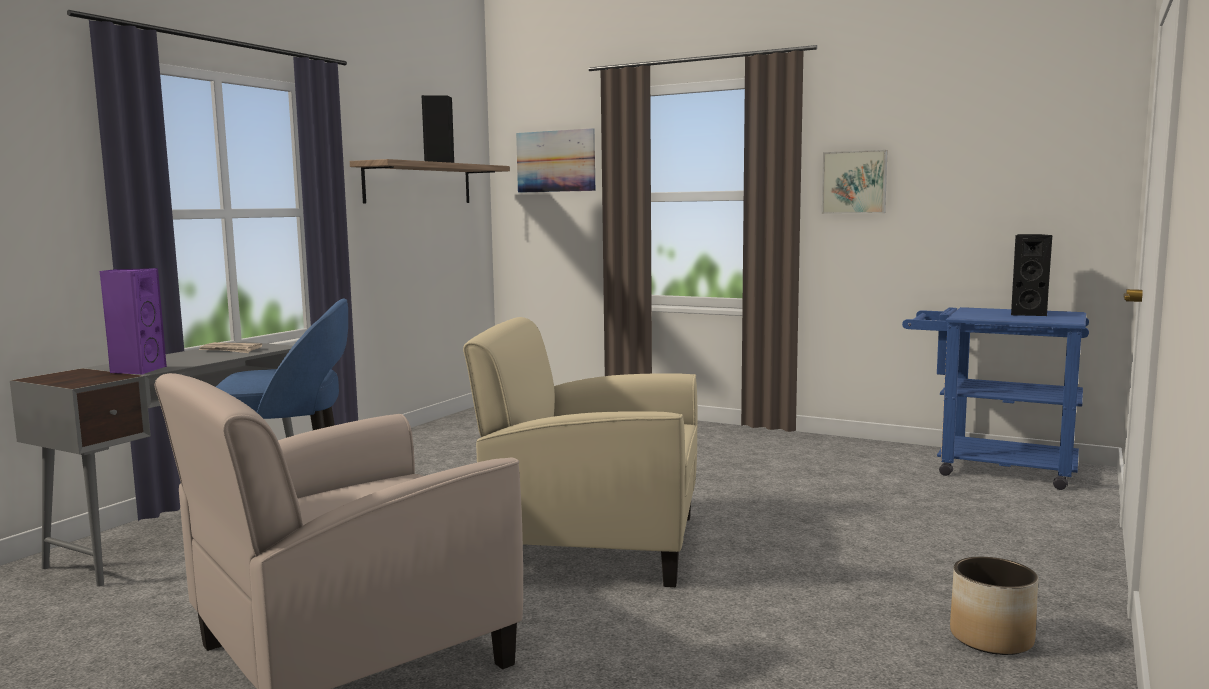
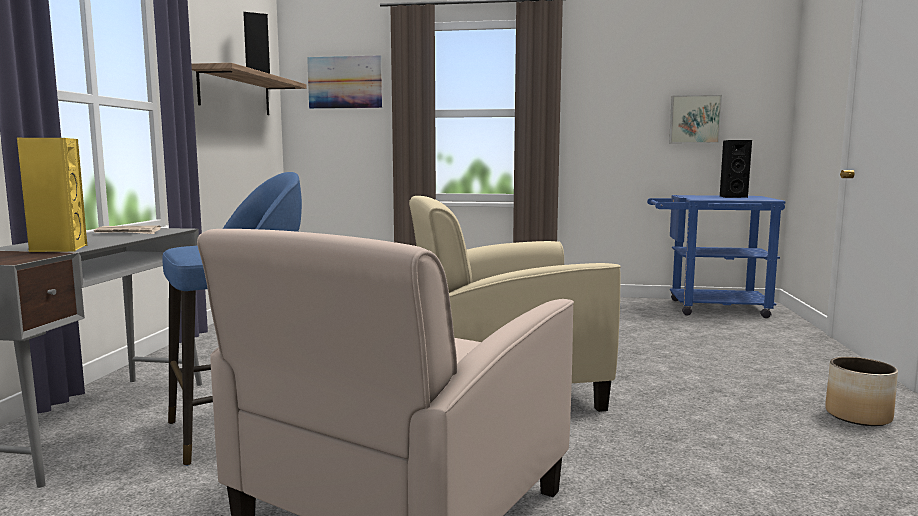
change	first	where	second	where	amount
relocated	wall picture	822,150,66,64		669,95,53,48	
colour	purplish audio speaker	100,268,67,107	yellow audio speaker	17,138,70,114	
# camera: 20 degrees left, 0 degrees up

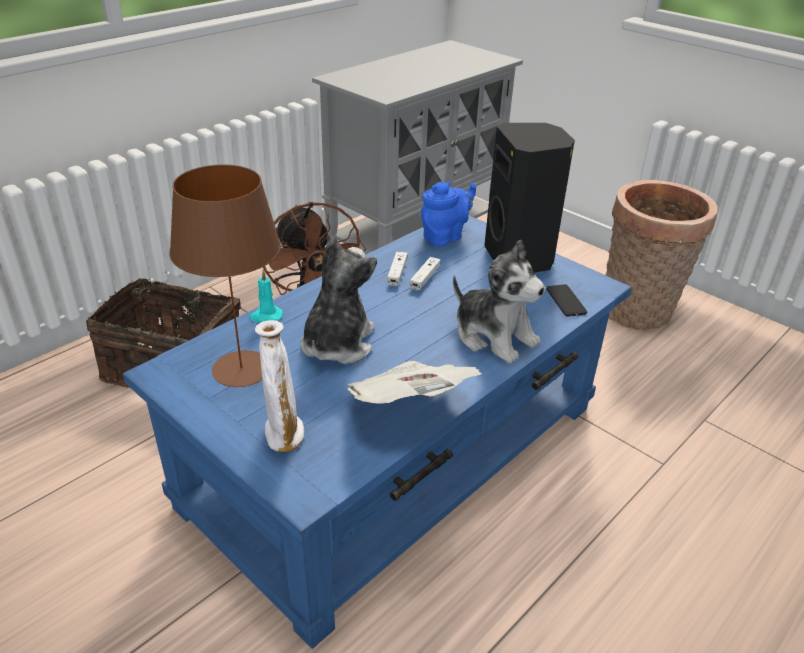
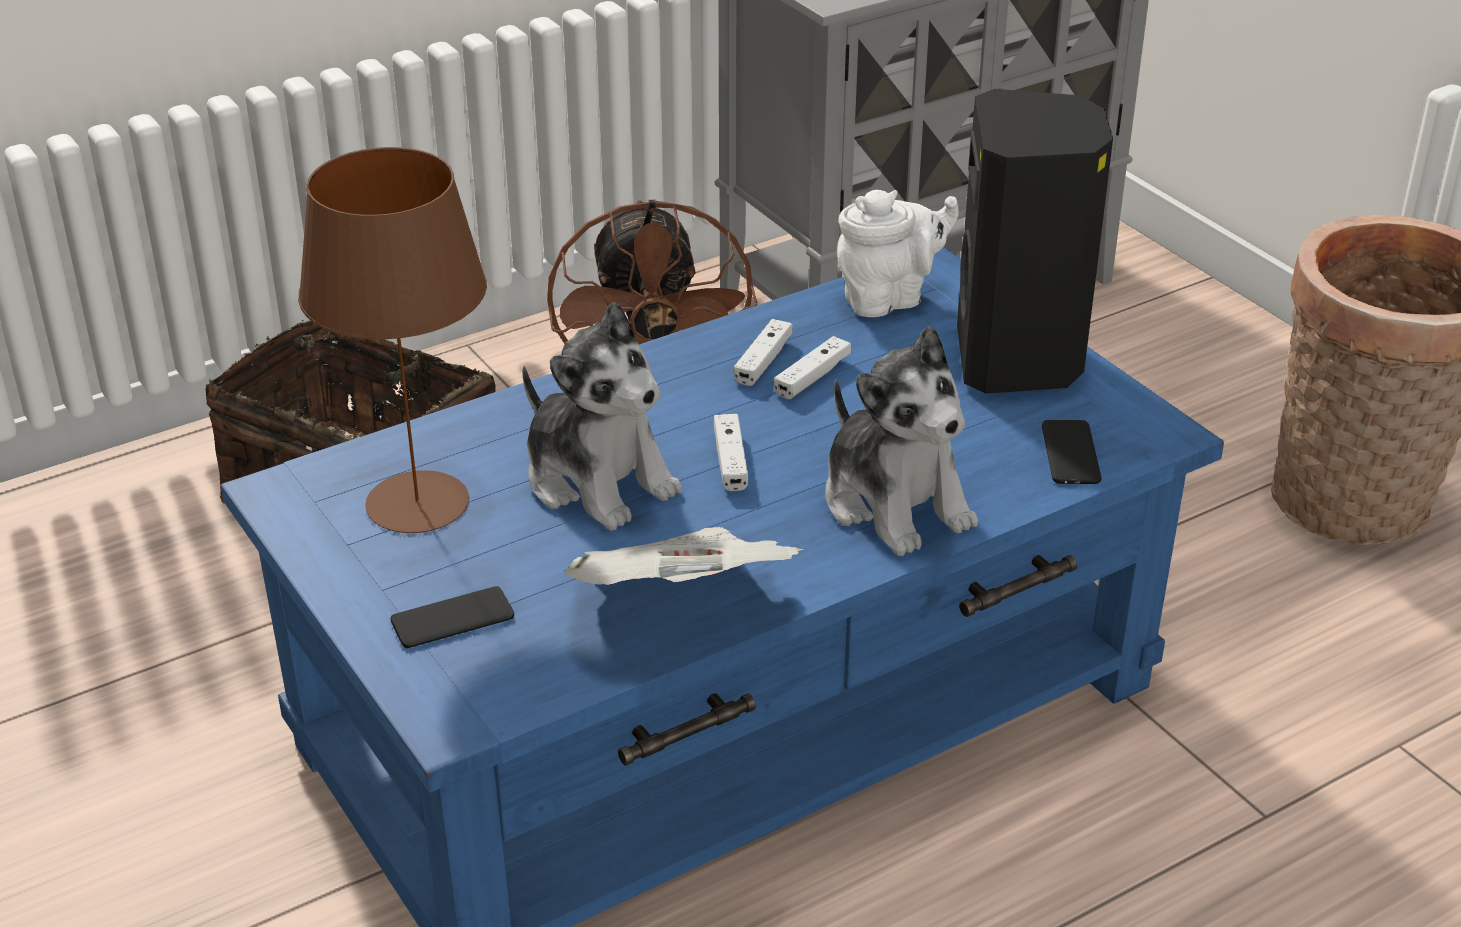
change	first	where	second	where	amount
colour	blue teapot	421,181,55,66	white teapot	837,190,122,127	
spun	soft toy	300,236,77,128		522,301,160,230	105 degrees clockwise
missing	turquoise-coloured wax light	249,270,34,53			
exchanged	white flower vase	255,320,49,132	phone	391,586,123,62	
appeared			white game controller	714,414,34,77	
# camera: 15 degrees right, 0 degrees up

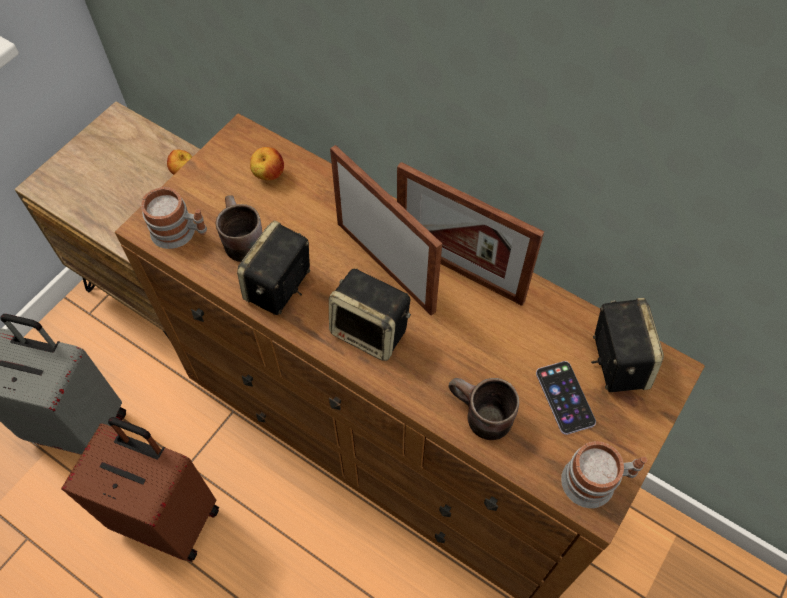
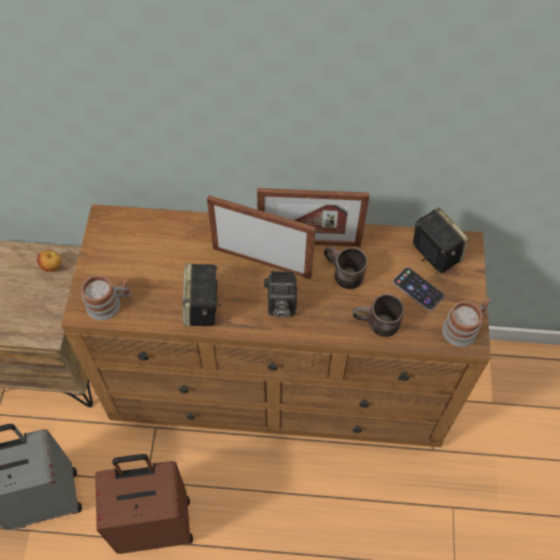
change	first	where	second	where	amount
missing	whole apple	250,147,34,34			
relocated	brownish mug	216,195,46,67		324,246,43,43	
exchanged	audio speaker	329,269,82,92	still camera	264,271,34,47	
# camera: 30 degrees left, 0 degrees up

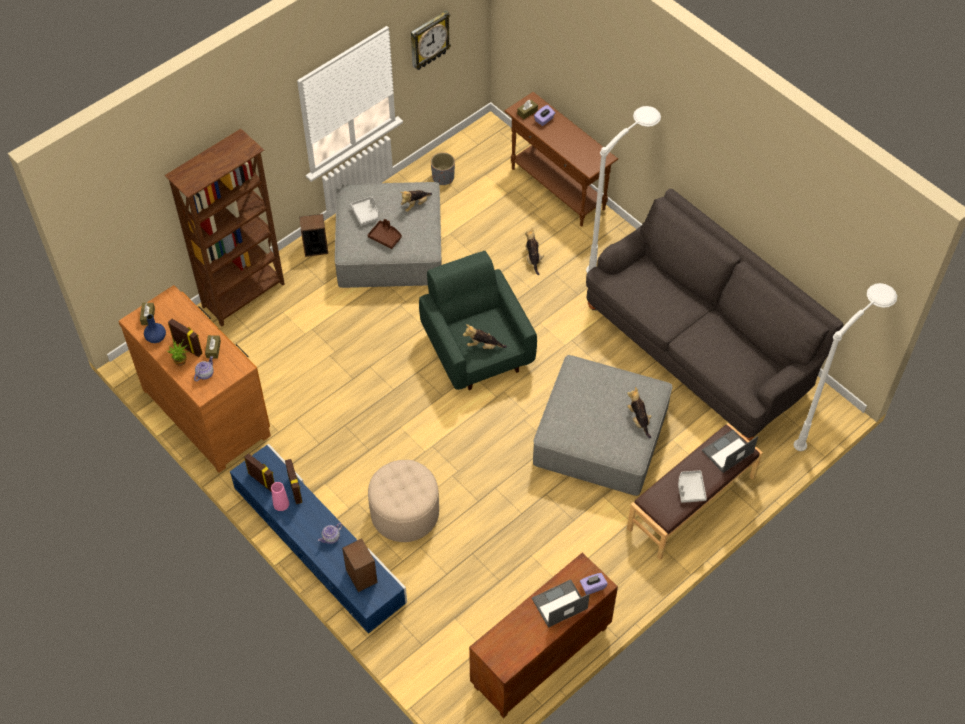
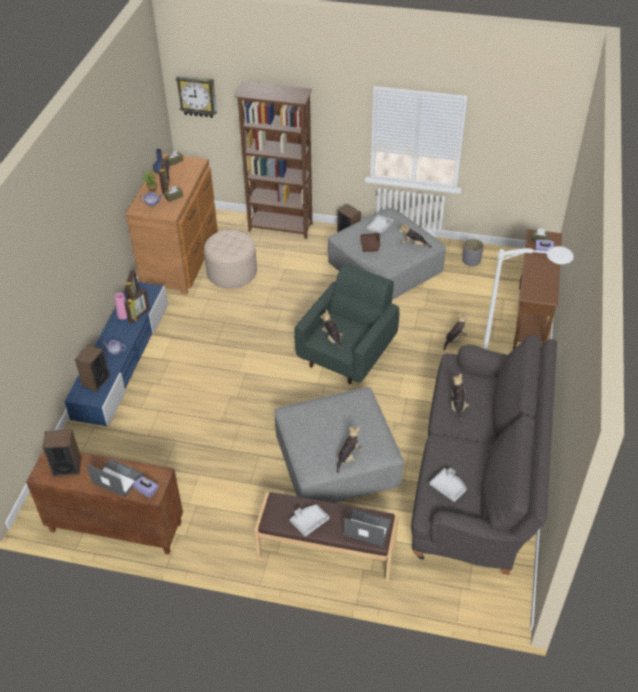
change	first	where	second	where	amount
relocated	clock on the wall	411,10,40,60		176,75,41,43	
missing	white floor lamp	794,283,103,168			
relocated	beige ottoman	368,460,71,82		204,230,53,58	
appeared			soft toy	451,373,18,50	
appeared			audio speaker	42,429,39,47	
appeared			gray carrying tray	429,468,38,34	
# camera: 55 degrees right, 10 degrees down

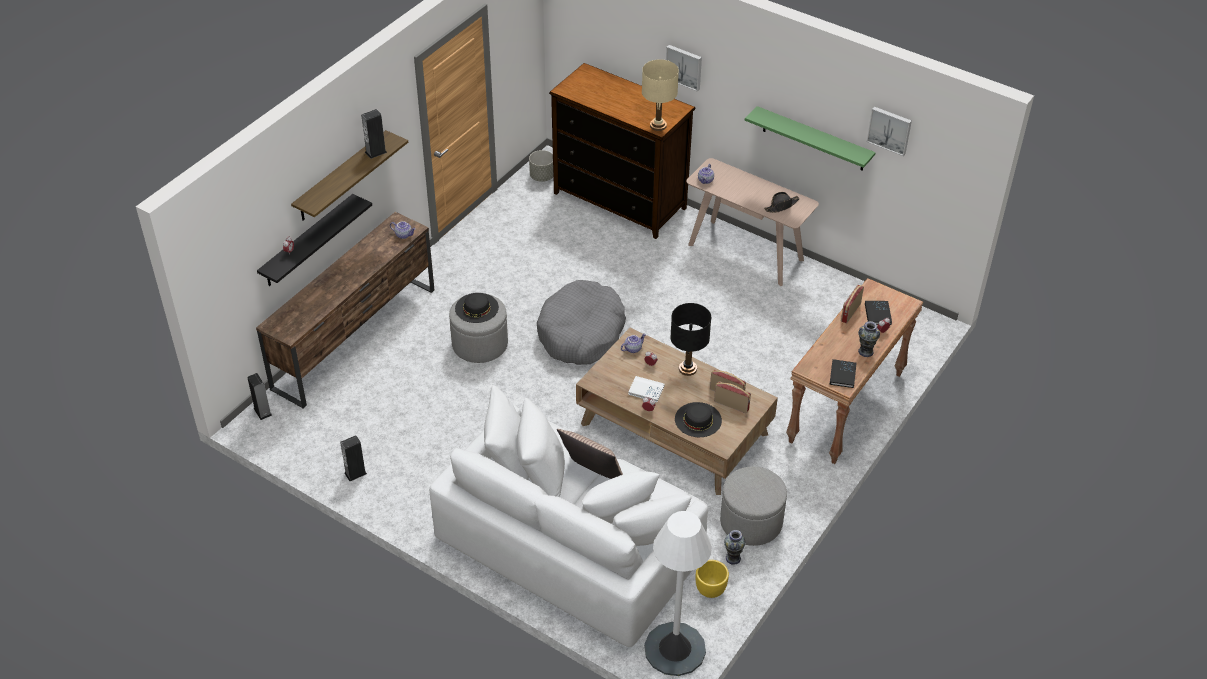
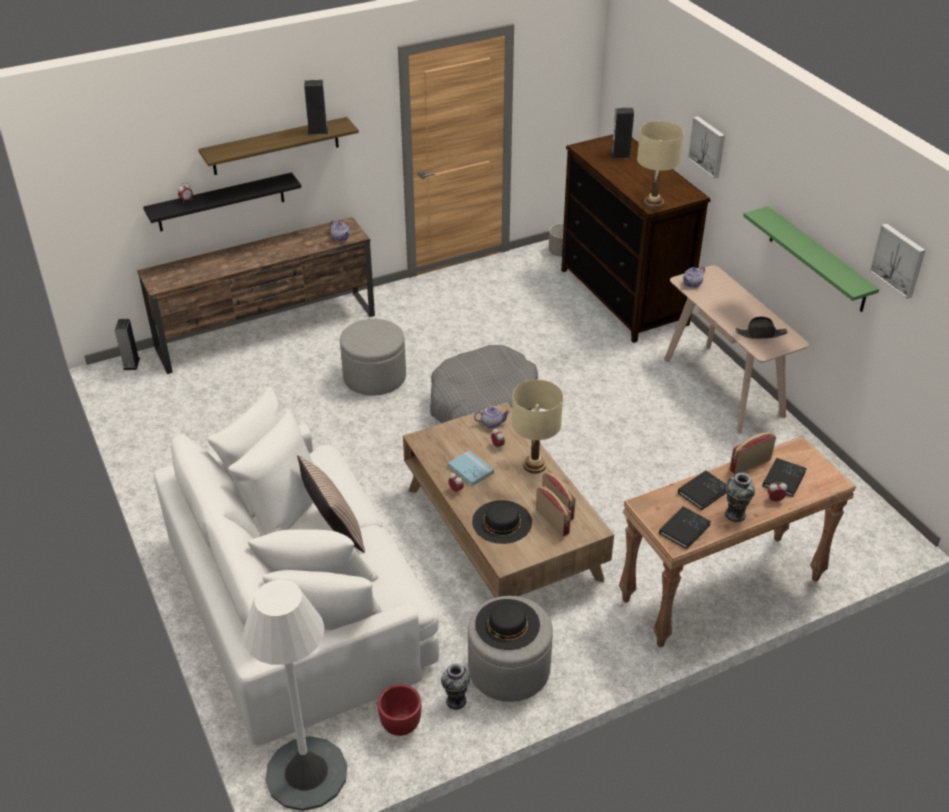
change	first	where	second	where	amount
relocated	black-coloured hat	455,293,44,30		475,599,65,51	
colour	black-coloured tabletop lamp	670,303,41,73	beige tabletop lamp	512,380,51,94	
colour	white book	628,376,37,26	blue book	448,450,46,36	
relocated	audio speaker	340,435,27,46		610,108,24,50	
colour	yellow flower pot	696,560,33,38	reddish flower pot	378,684,43,52	
appeared			black-coloured book	678,471,49,39	
# camera: 30 degrees right, 5 degrees down

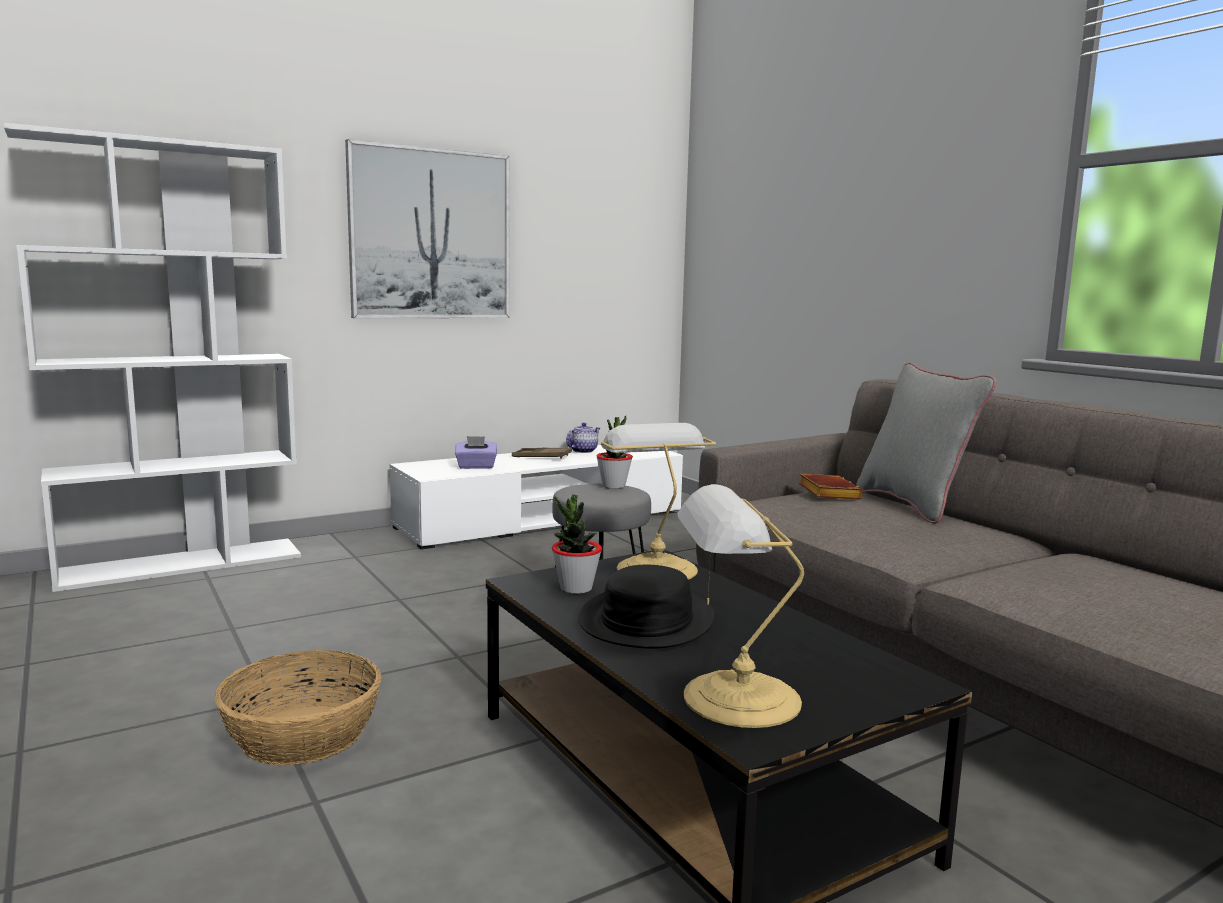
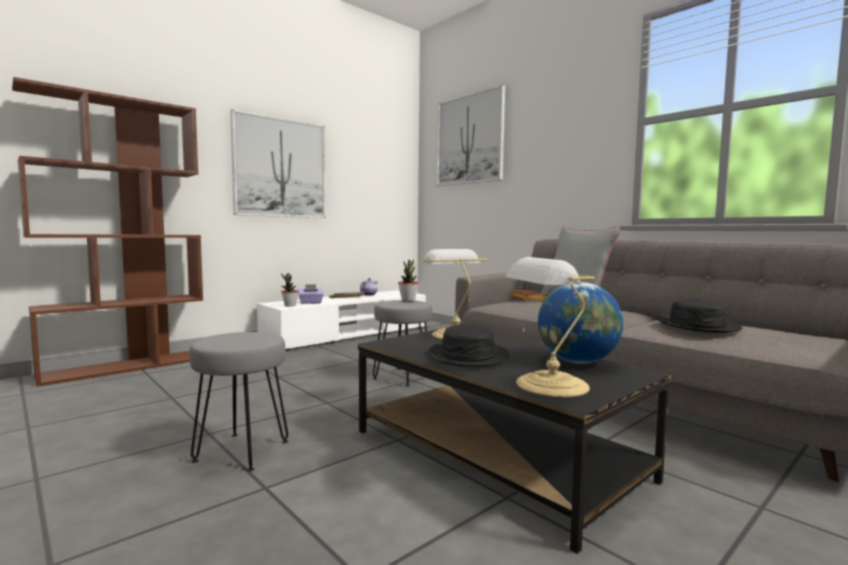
change	first	where	second	where	amount
colour	white bookcase	4,123,297,469	brownish bookcase	12,77,191,310	
relocated	potted plant	552,494,50,100		281,273,18,34	
exchanged	household basket	215,650,166,115	gray sitting stool	189,332,99,139	
appeared			wall picture	437,84,68,102	
appeared			globe	538,282,85,82	
appeared			black-coloured hat	656,300,87,33	
# camera: 10 degrees left, 5 degrees down

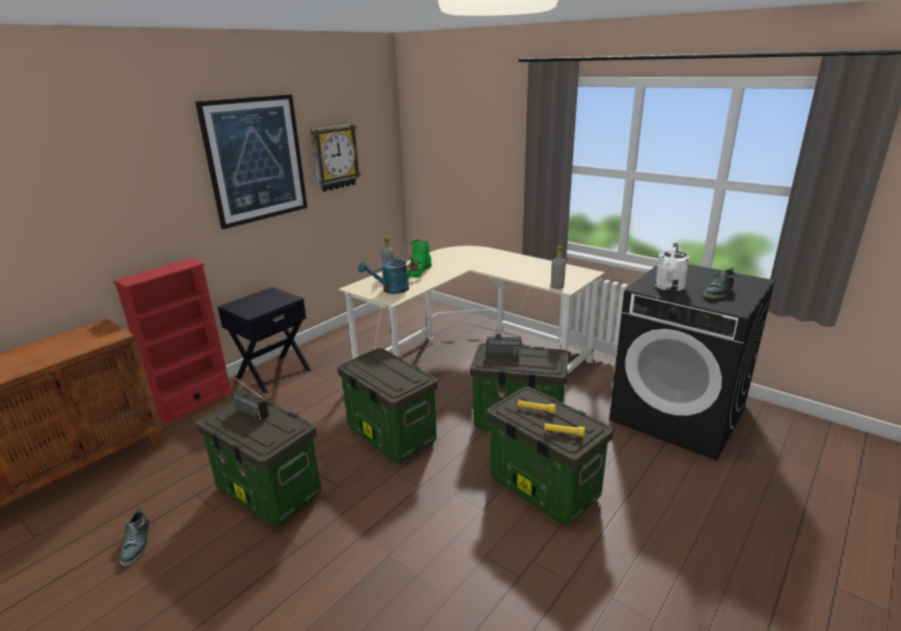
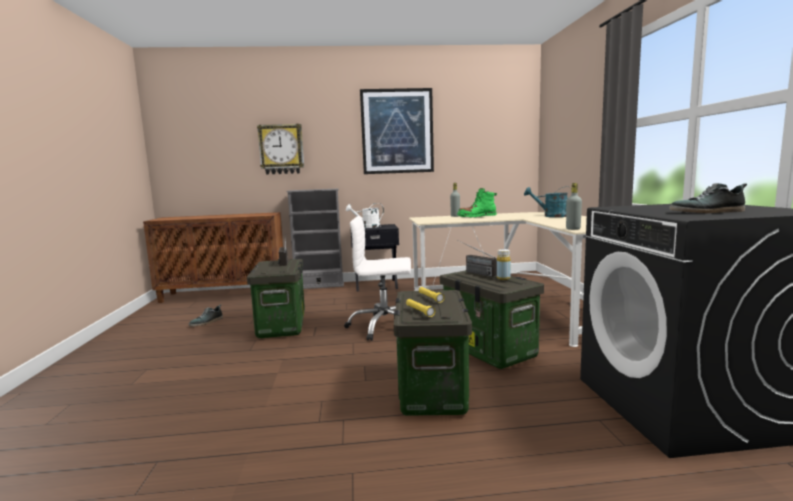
change	first	where	second	where	amount
relocated	clock on the wall	310,124,51,68		257,124,47,51	
relocated	white sprinkling can	655,243,34,48		346,203,38,25	
relocated	turquoise-coloured sprinkling can	358,254,55,40		524,187,47,30	
colour	reddish bookcase	113,259,120,165	gray bookcase	286,188,58,101	
exchanged	storage container	337,348,101,115	white office chair	344,216,67,125	
appeared			yellow beverage bottle	497,249,14,31	
# camera: 45 degrees right, 15 degrees down

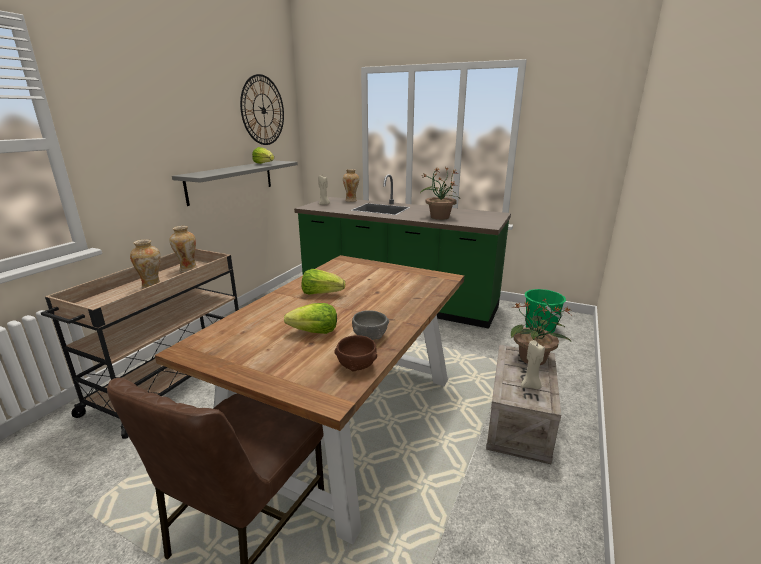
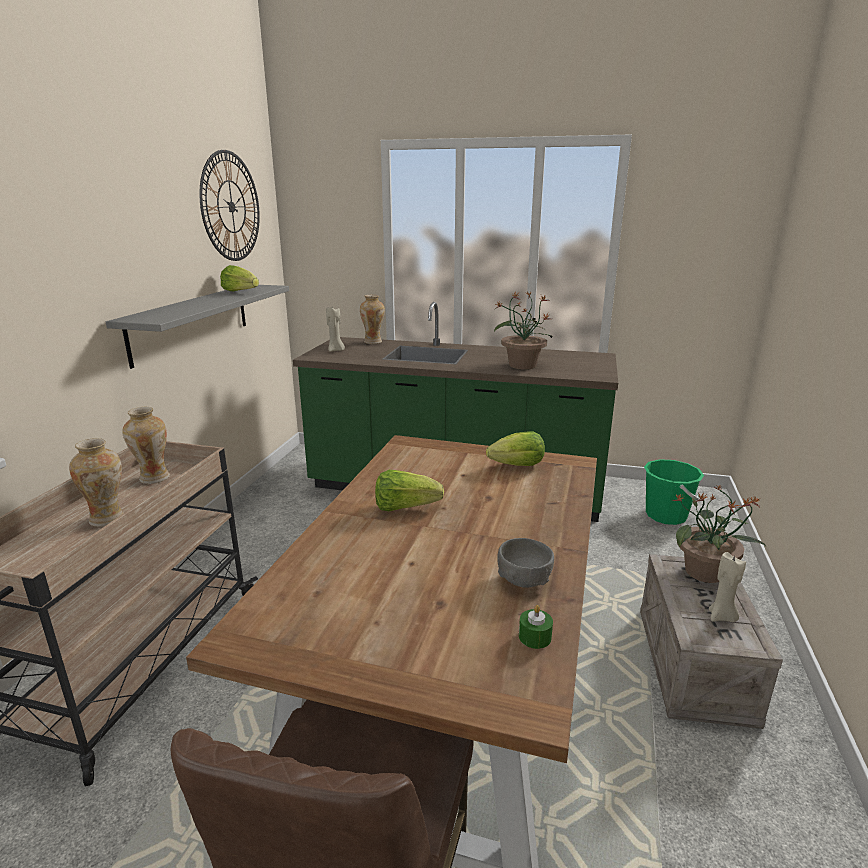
change	first	where	second	where	amount
relocated	head of lettuce	284,303,53,31		486,432,59,34	
exchanged	brownish deep dish	334,335,43,37	green wax light	519,605,34,44	
# camera: 10 degrees left, 0 degrees up

